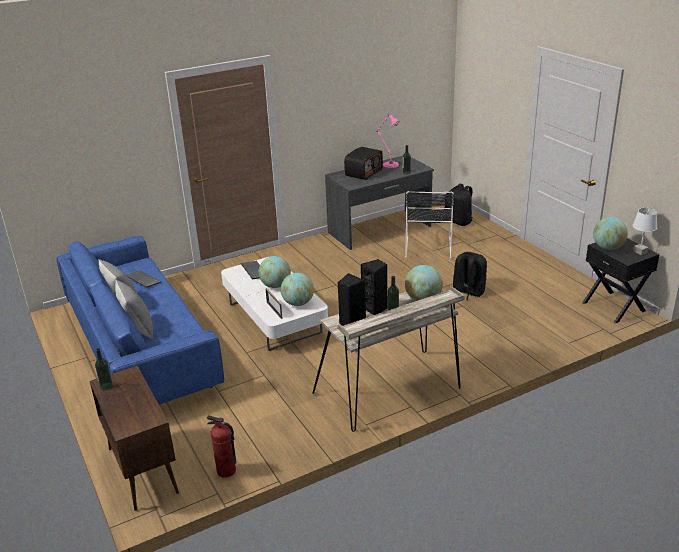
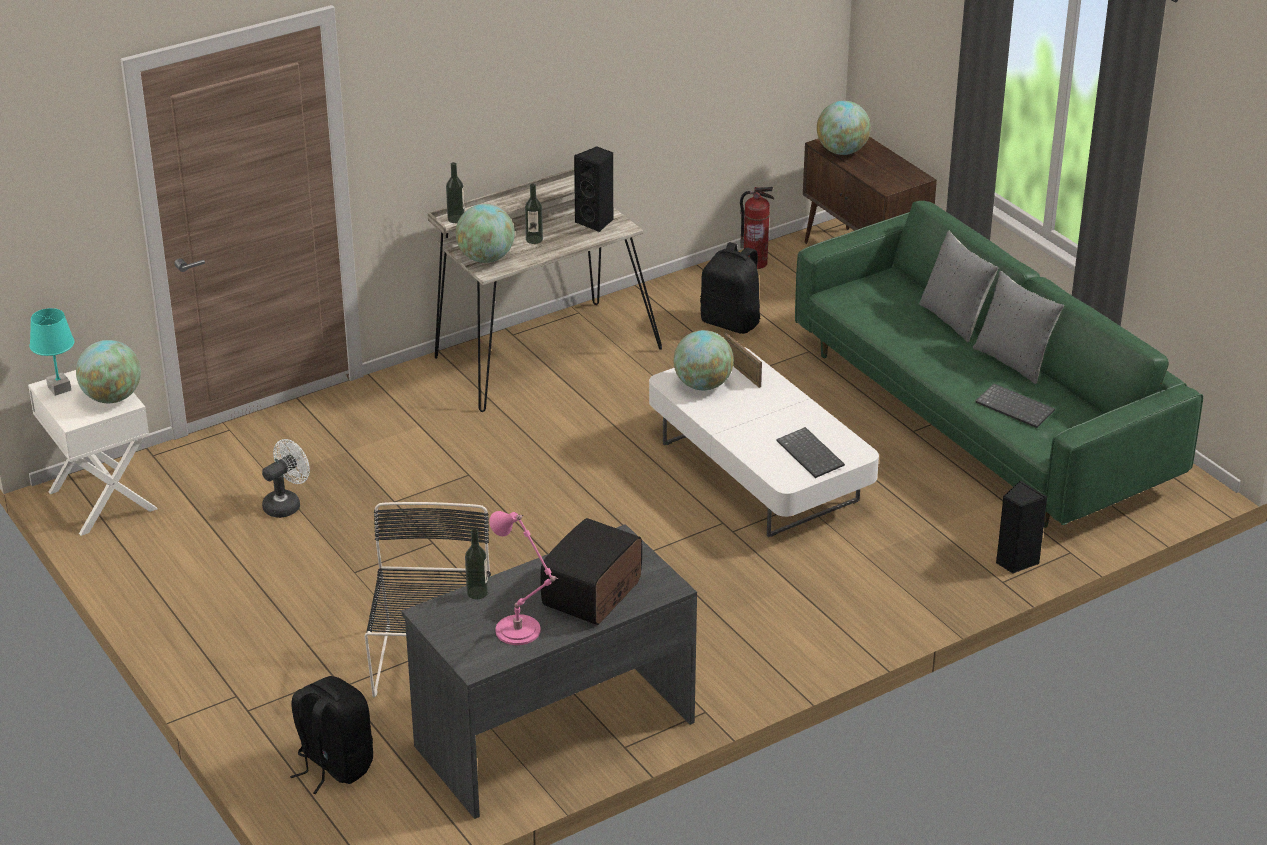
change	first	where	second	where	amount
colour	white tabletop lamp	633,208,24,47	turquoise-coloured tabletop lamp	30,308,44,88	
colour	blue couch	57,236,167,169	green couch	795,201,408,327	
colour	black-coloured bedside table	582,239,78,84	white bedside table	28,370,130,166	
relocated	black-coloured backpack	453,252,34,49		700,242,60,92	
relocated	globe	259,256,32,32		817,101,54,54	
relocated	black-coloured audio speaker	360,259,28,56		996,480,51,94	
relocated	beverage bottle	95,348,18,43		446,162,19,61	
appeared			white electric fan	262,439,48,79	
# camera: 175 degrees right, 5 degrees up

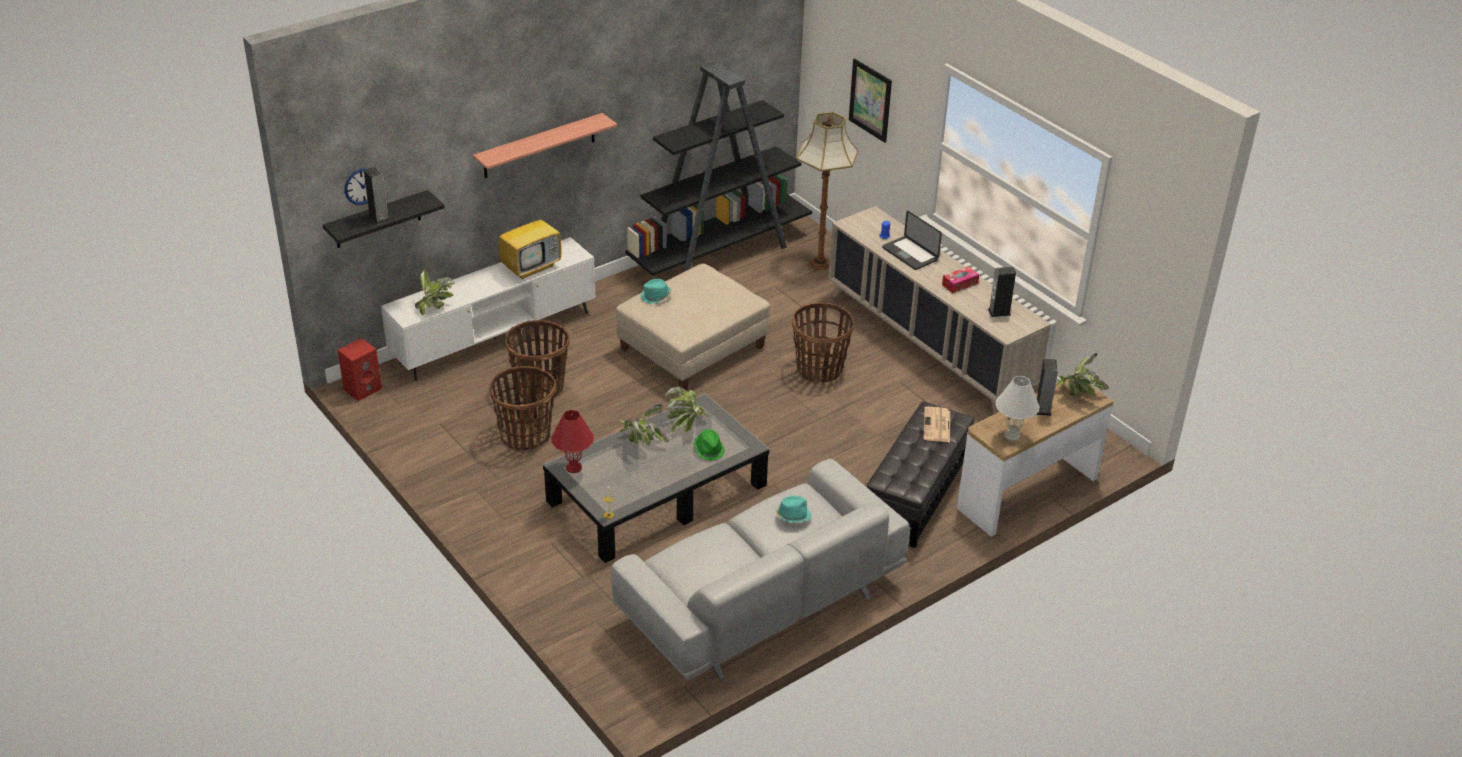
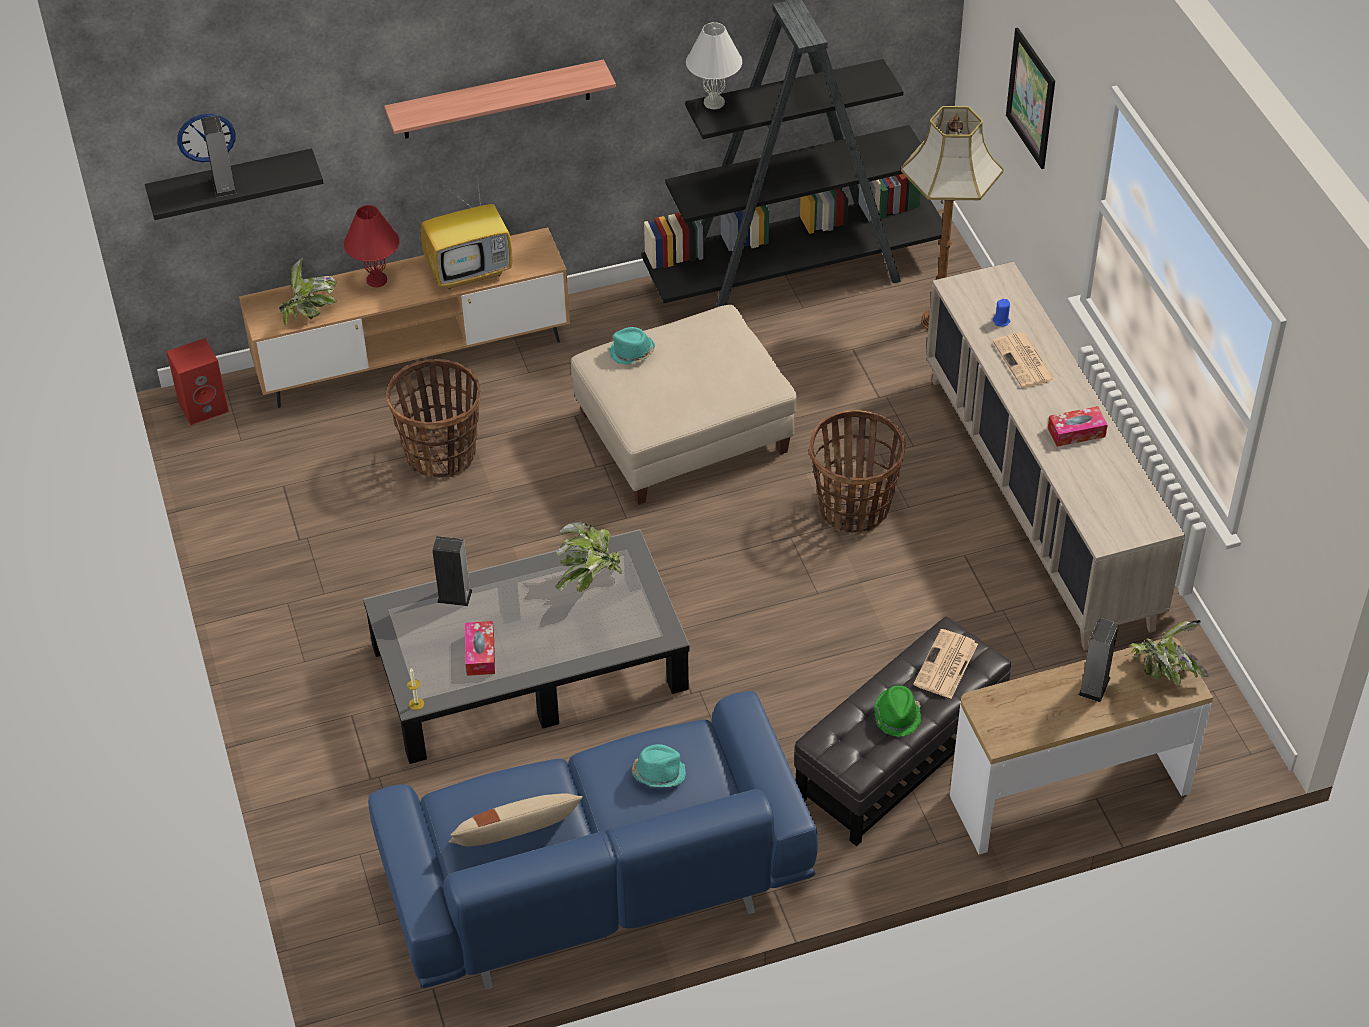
change	first	where	second	where	amount
exchanged	portable computer	882,211,60,59	newspaper	993,332,62,56	
colour	white tv stand	381,237,215,144	brownish tv stand	239,227,331,181	
relocated	audio speaker	988,267,28,50		433,536,39,70	
missing	household basket	489,366,67,85			
relocated	white tabletop lamp	996,376,43,65		686,22,56,87	
missing	potted plant	619,404,50,42			
relocated	reddish tabletop lamp	551,410,43,63		344,205,56,82	
relocated	green hat	694,429,31,32		874,686,47,51	
colour	gray couch	611,459,299,221	blue couch	368,691,450,299	
appeared			tissue holder	465,621,30,55	
appeared			beige pillow	449,793,134,53	
# camera: 20 degrees right, 10 degrees up

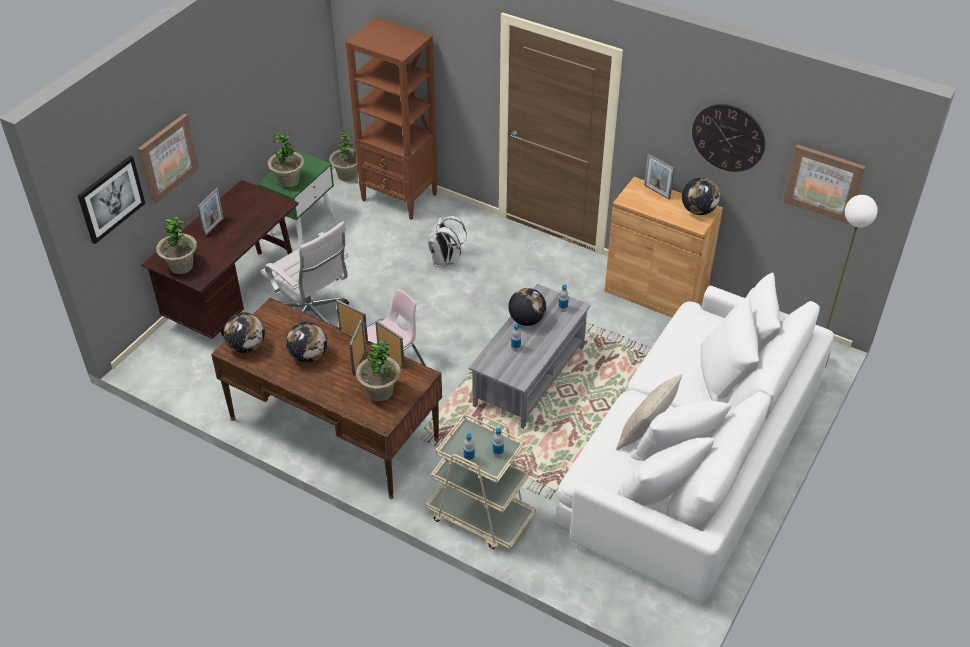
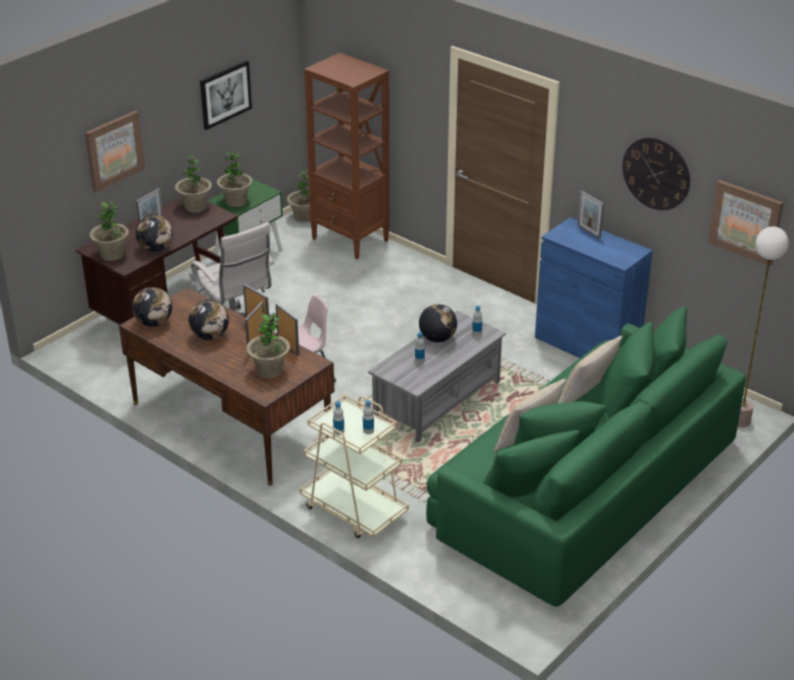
change	first	where	second	where	amount
relocated	wall picture	78,155,67,89		200,60,52,70	
colour	brownish storage cabinet	604,177,119,140	blue storage cabinet	535,218,118,140	
relocated	globe	682,178,38,37		136,215,37,37	
missing	white backpack	428,216,39,50			
colour	white couch	556,273,278,330	green couch	426,306,320,301	
appeared			potted plant	175,154,37,59	
appeared			beige pillow	558,335,65,68	
# camera: 10 degrees right, 10 degrees down

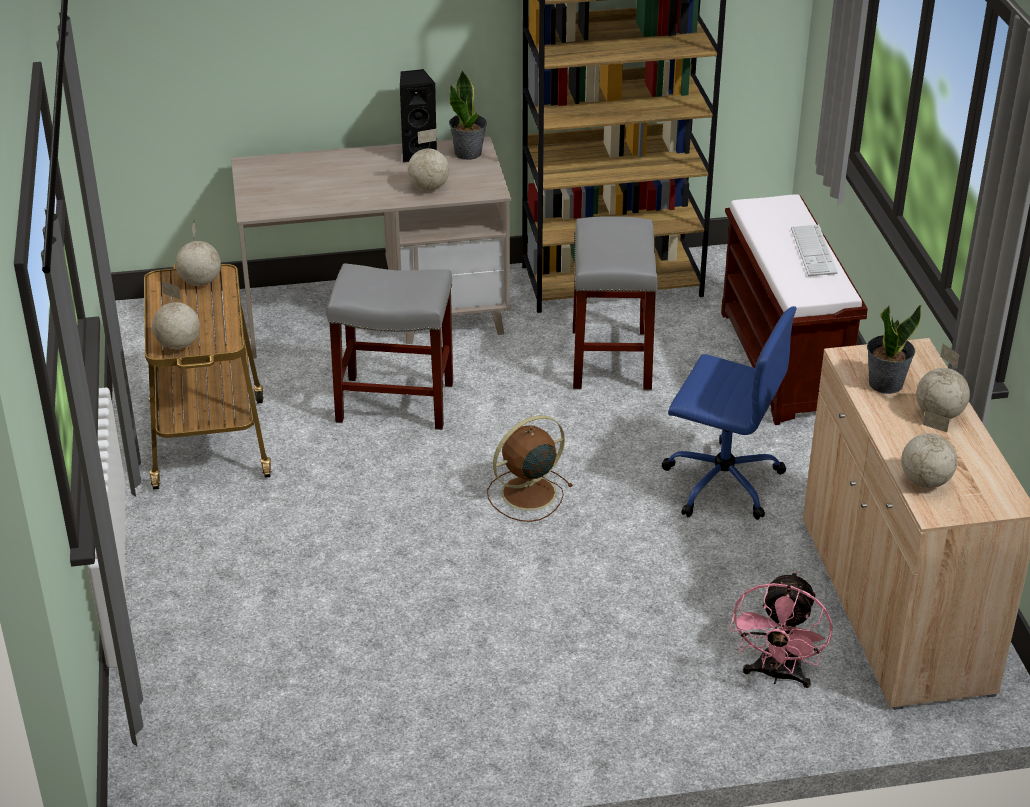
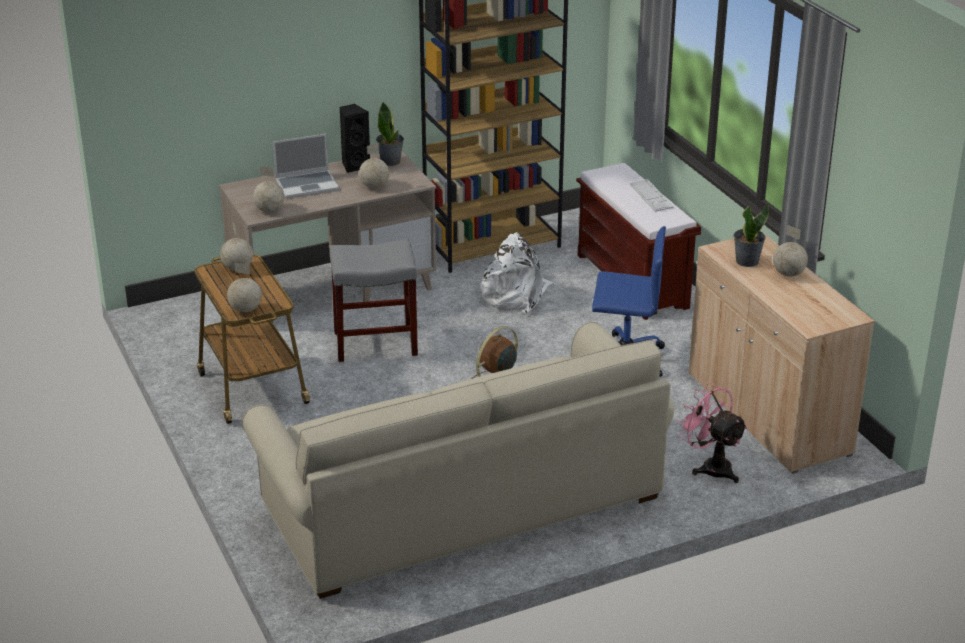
change	first	where	second	where	amount
exchanged	gray sitting stool	573,216,85,174	white backpack	481,232,74,82	
relocated	globe	901,411,56,77		253,166,31,46	
spun	pinkish electric fan	730,572,102,116		677,382,71,101	135 degrees clockwise
appeared			portable computer	273,134,66,64	
appeared			beige couch	242,322,432,277	
# camera: 15 degrees left, 5 degrees down

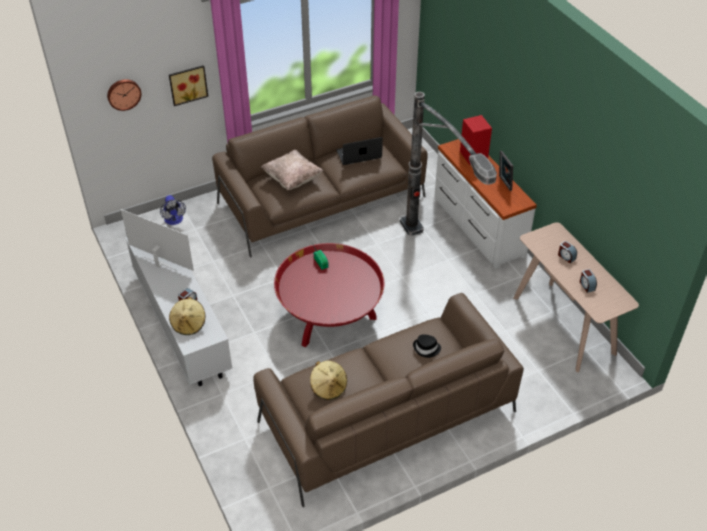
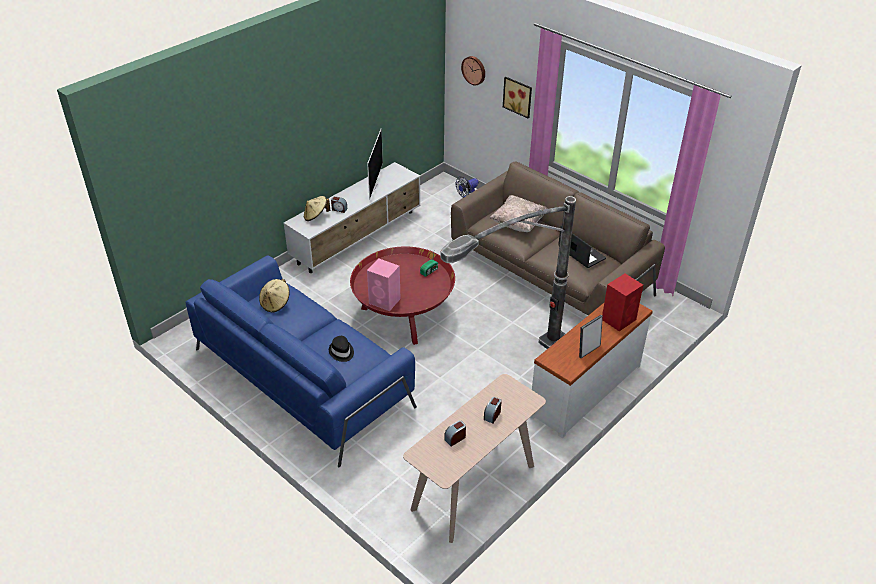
change	first	where	second	where	amount
colour	brownish couch	253,293,271,214	blue couch	186,255,231,212	
appeared			pinkish audio speaker	367,258,34,53	
# camera: 70 degrees right, 5 degrees down

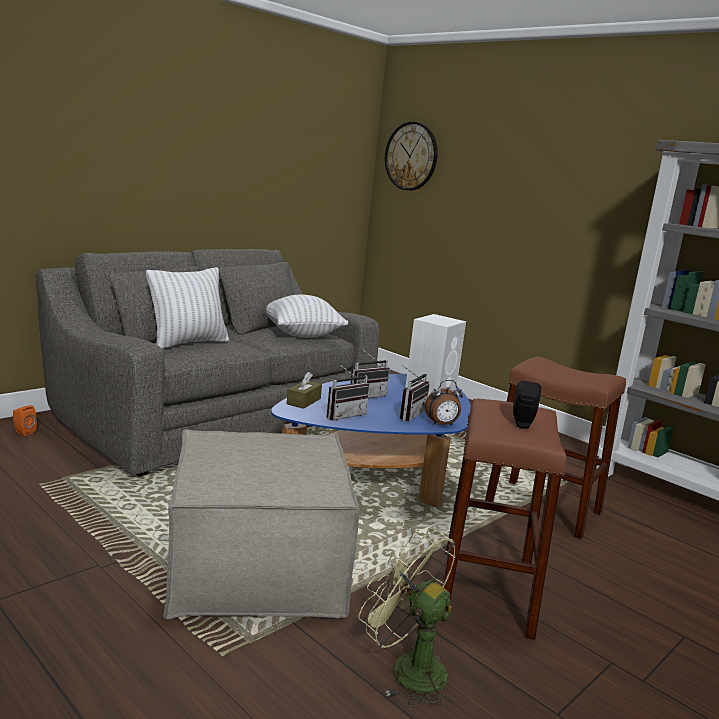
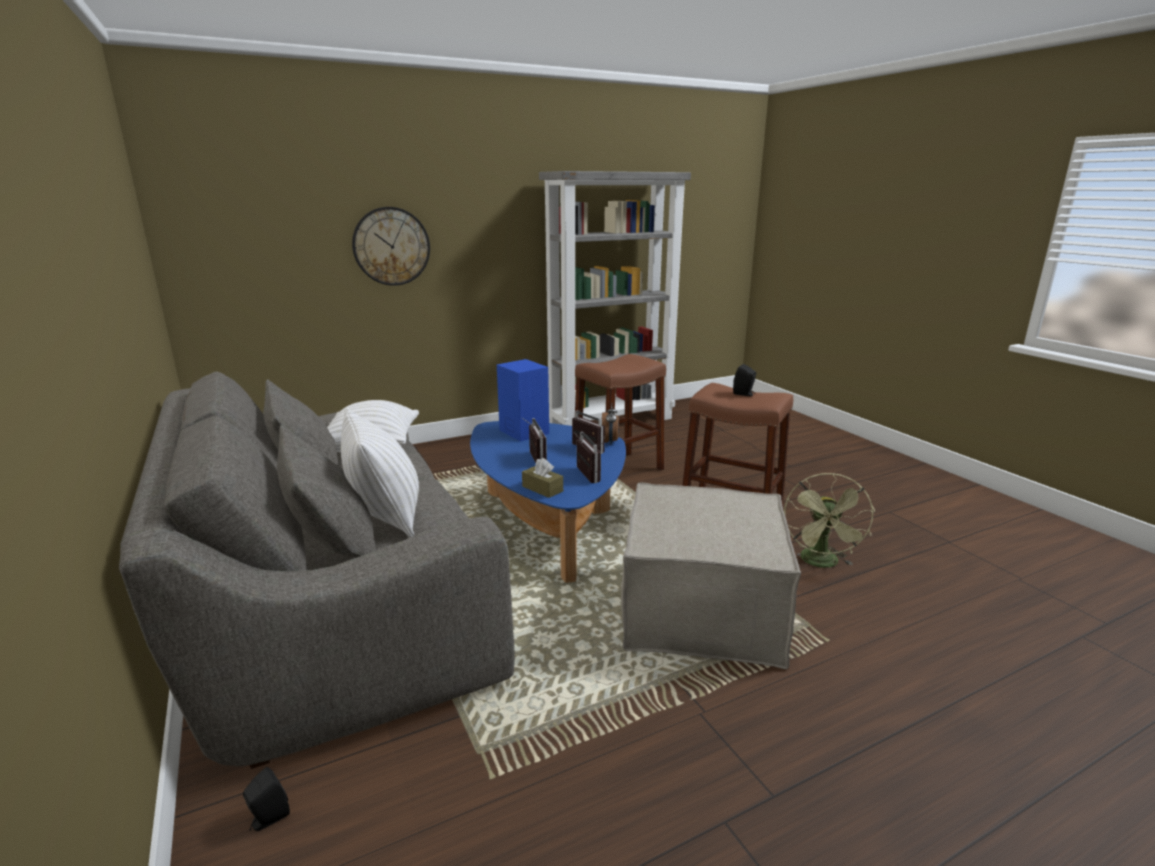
change	first	where	second	where	amount
relocated	clock on the wall	385,122,53,69		352,207,78,79	
colour	white audio speaker	405,314,61,82	blue audio speaker	497,359,52,83	
colour	orange audio speaker	13,405,24,31	black-coloured audio speaker	243,767,47,64	
spun	green electric fan	358,528,97,179		784,473,91,95	45 degrees counterclockwise
# camera: 70 degrees left, 5 degrees up

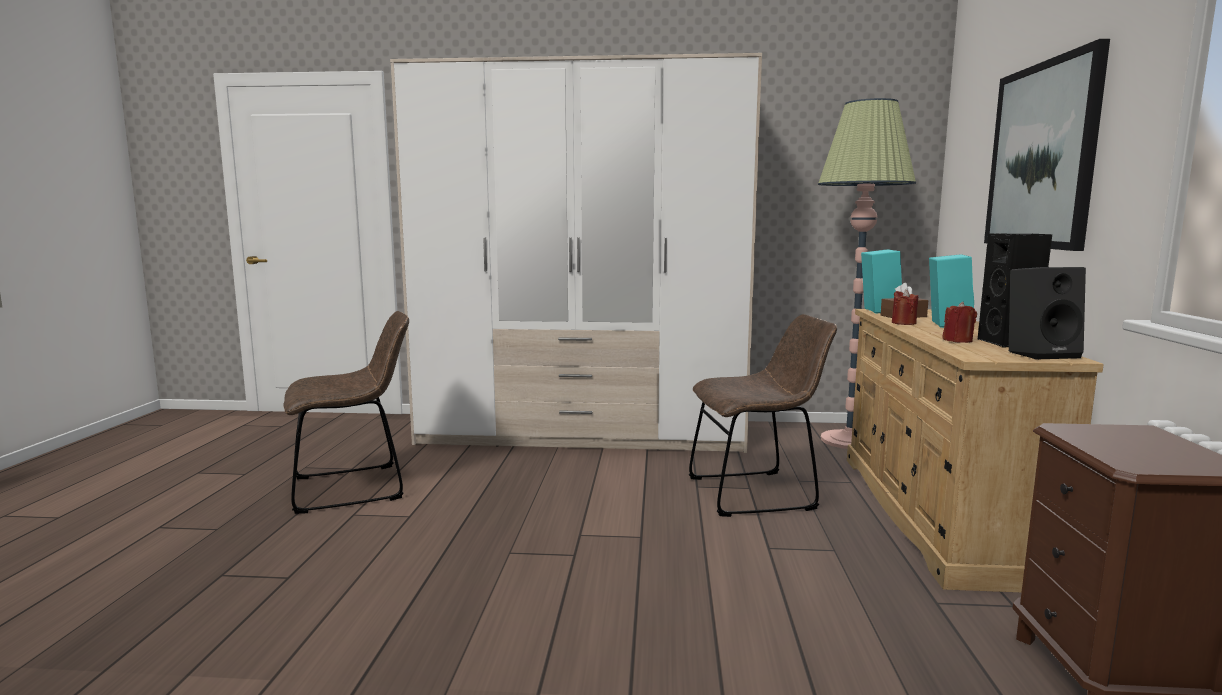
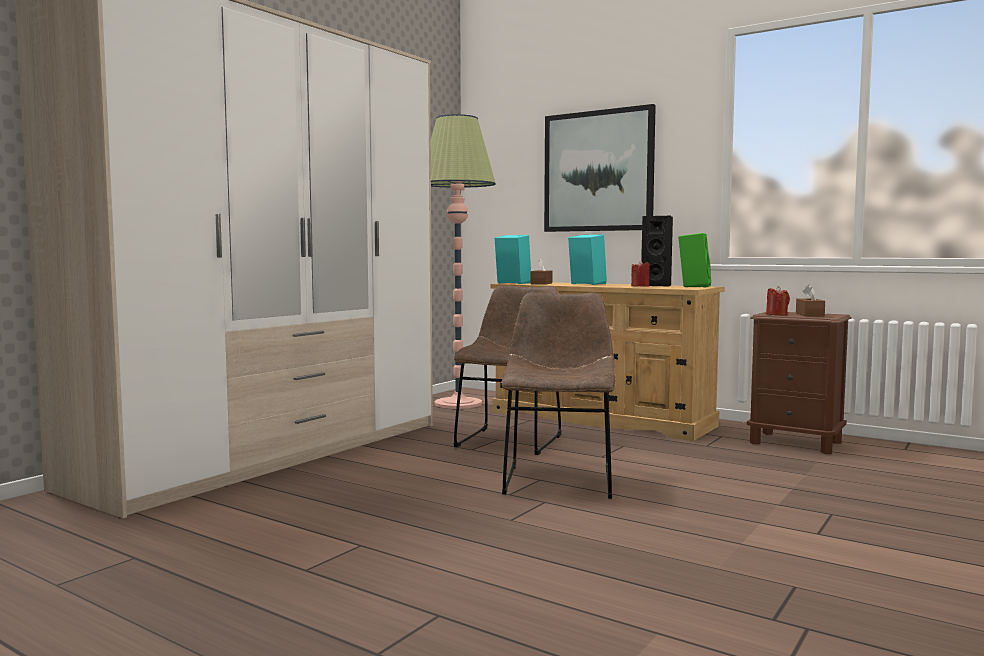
change	first	where	second	where	amount
colour	black-coloured audio speaker	1009,267,77,93	green audio speaker	678,233,33,54	
relocated	reddish wax light	892,289,26,36		766,286,24,30	
relocated	brownish upright chair	283,311,126,203		502,292,114,207	
appeared			brownish tissue holder	796,285,29,32	
# camera: 60 degrees left, 5 degrees down

